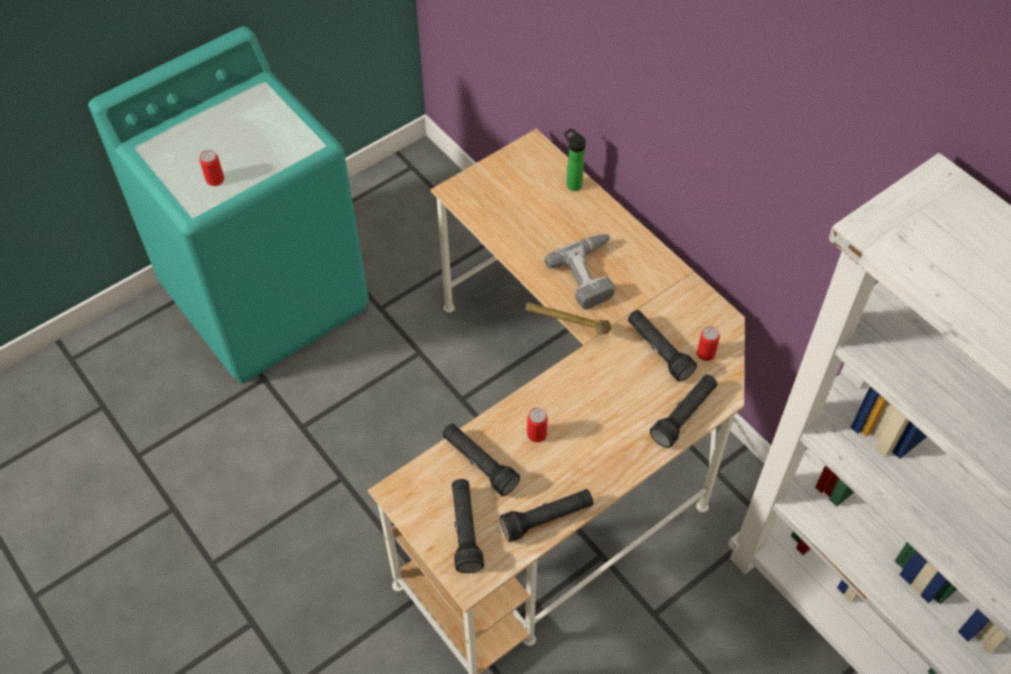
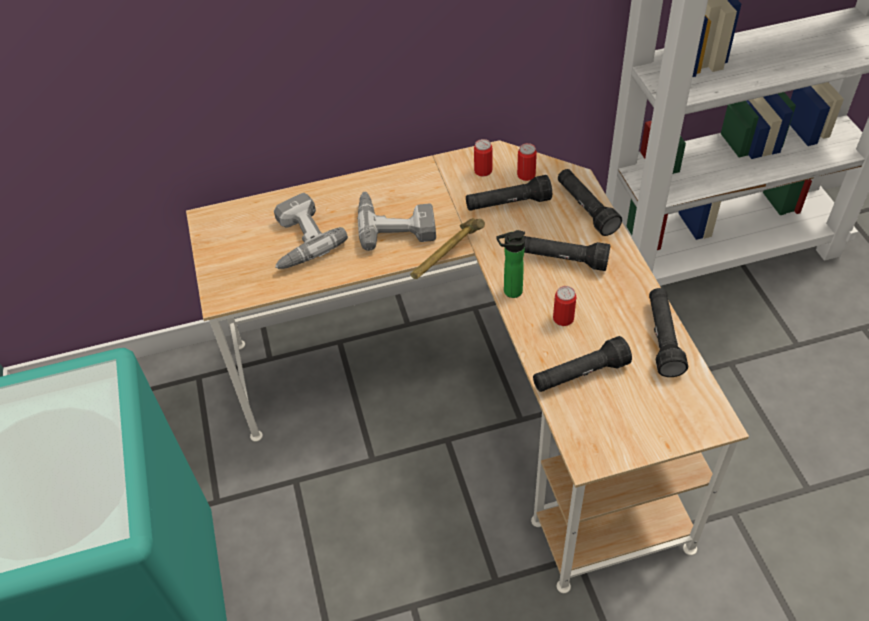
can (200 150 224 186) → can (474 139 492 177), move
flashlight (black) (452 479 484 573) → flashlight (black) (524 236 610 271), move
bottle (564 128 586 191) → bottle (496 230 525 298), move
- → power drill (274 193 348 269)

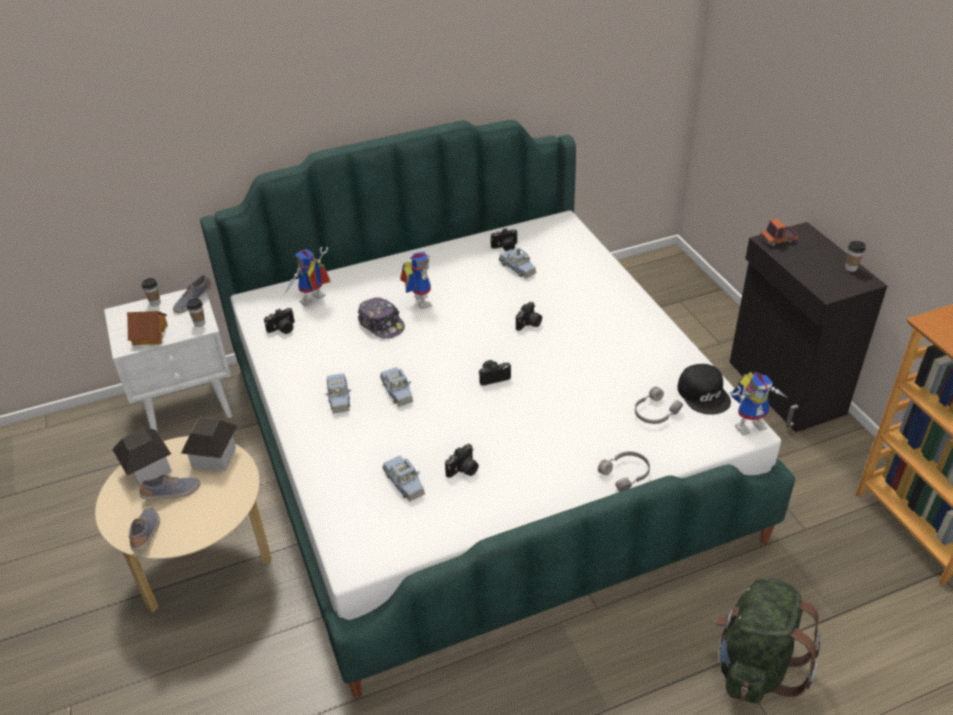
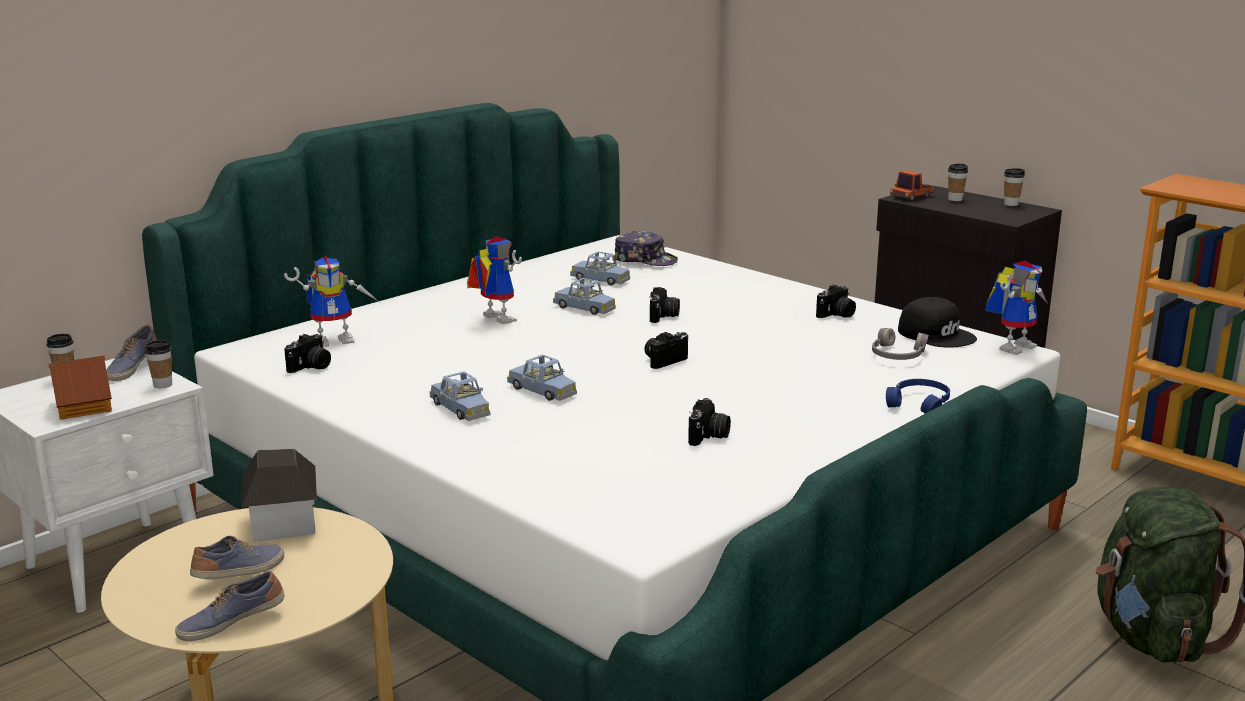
toy house (112 427 172 486) → -
shoe (129 508 160 551) → shoe (175 571 285 641), 90 degrees counterclockwise
toy robot (285 247 330 307) → toy robot (284 255 379 347), 135 degrees counterclockwise
cap (358 297 405 339) → cap (614 231 678 266), move
toy car (blue) (382 456 425 502) → toy car (blue) (553 278 616 315), move
photo camera (491 229 518 251) → photo camera (816 285 856 318), move
headphones (grey) (598 451 650 492) → headphones (blue) (886 379 950 414)
- → cup (948 164 968 201)

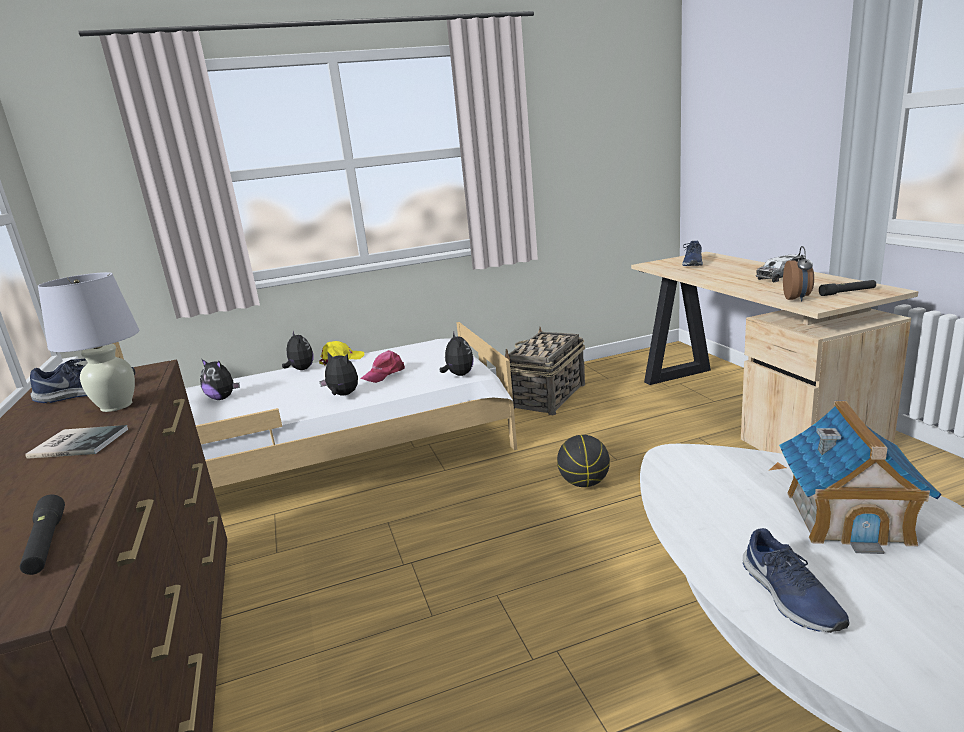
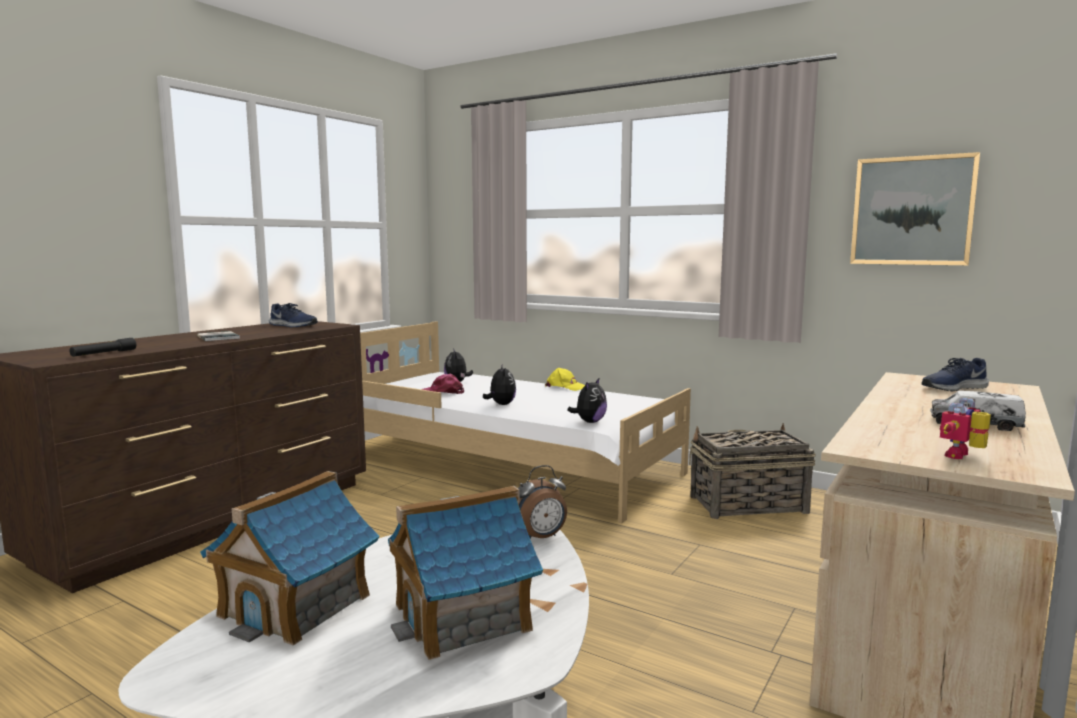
table lamp (white) (38 272 140 412) → -
plush toy (282 330 313 370) → -
cap (pink) (360 350 405 383) → cap (pink) (421 374 464 394), move
basketball (557 435 610 487) → -
shoe (blue) (743 528 850 633) → toy house (200 471 380 645)
alarm clock (783 246 814 302) → alarm clock (518 465 567 538), move
flashlight (black) (819 280 876 296) → toy robot (940 398 991 459)
- → picture (850 152 980 265)

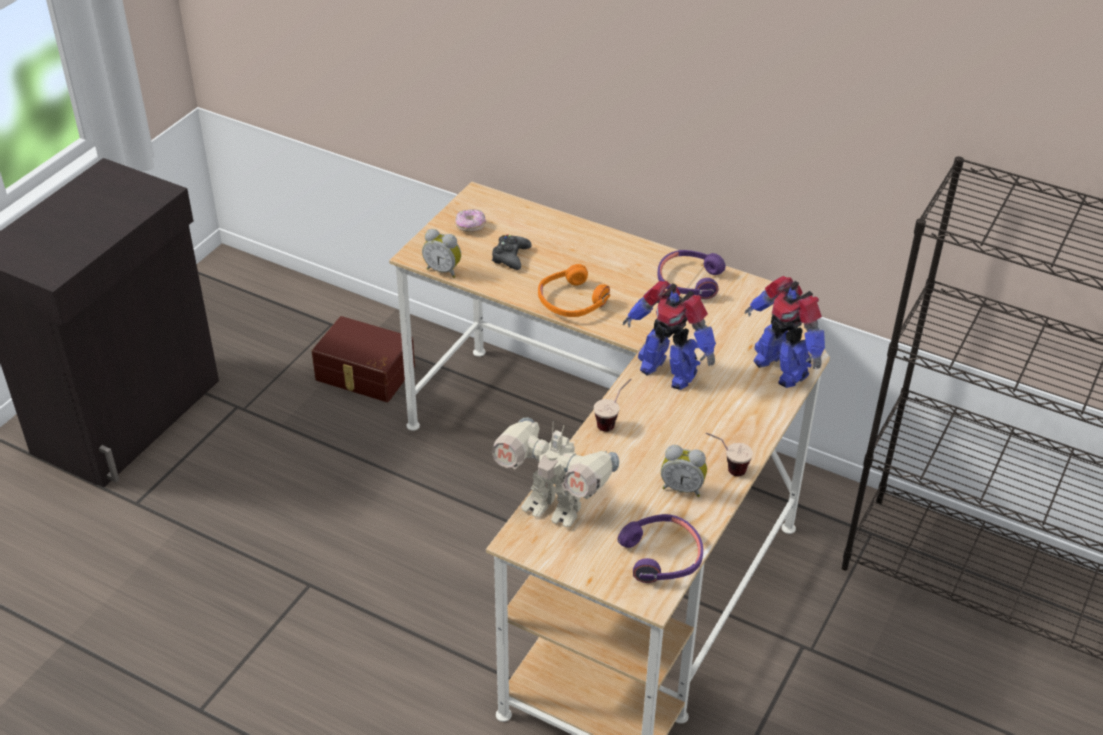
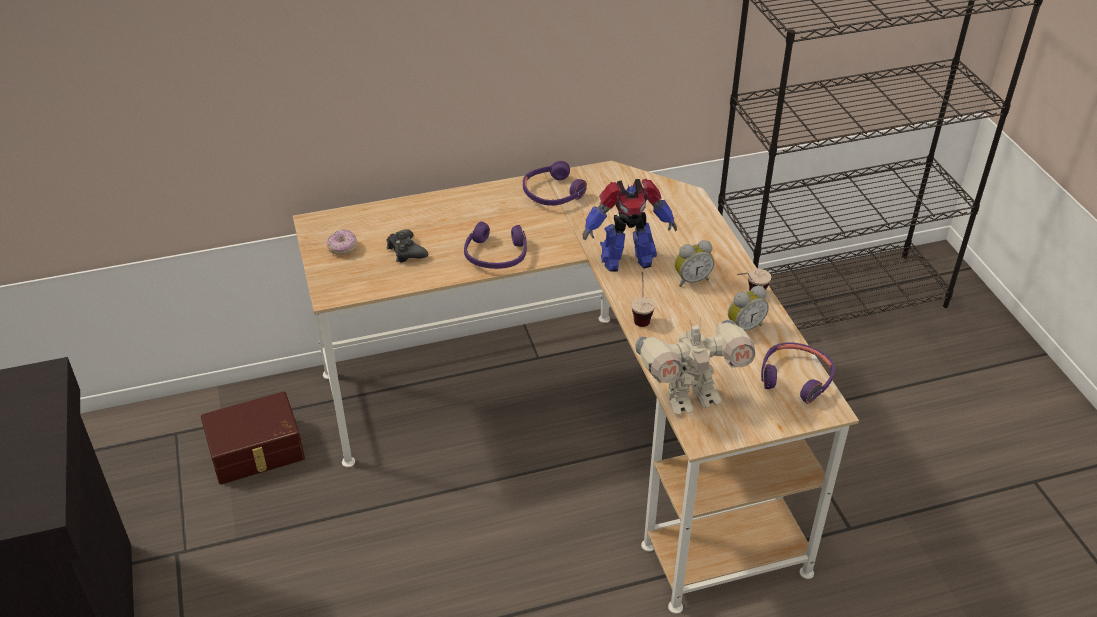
alarm clock (422 229 461 278) → alarm clock (675 240 714 287), move
headphones (orange) (538 264 610 317) → headphones (purple) (464 222 527 269)
toy robot (745 276 825 388) → -

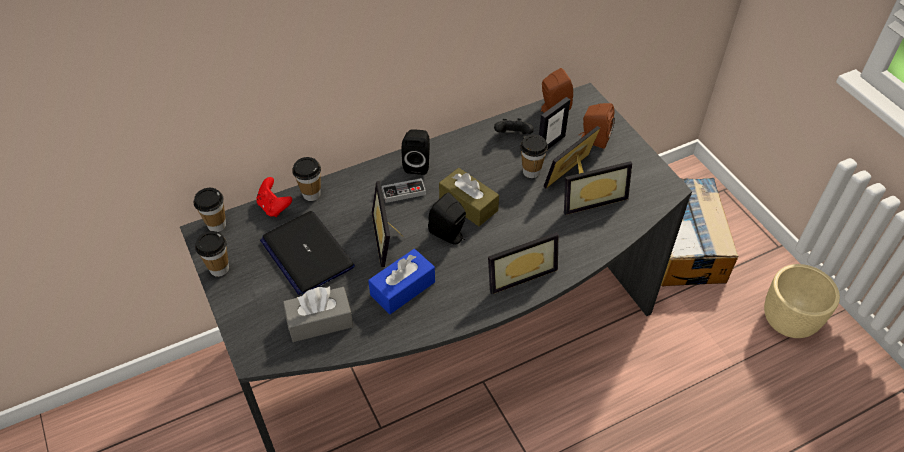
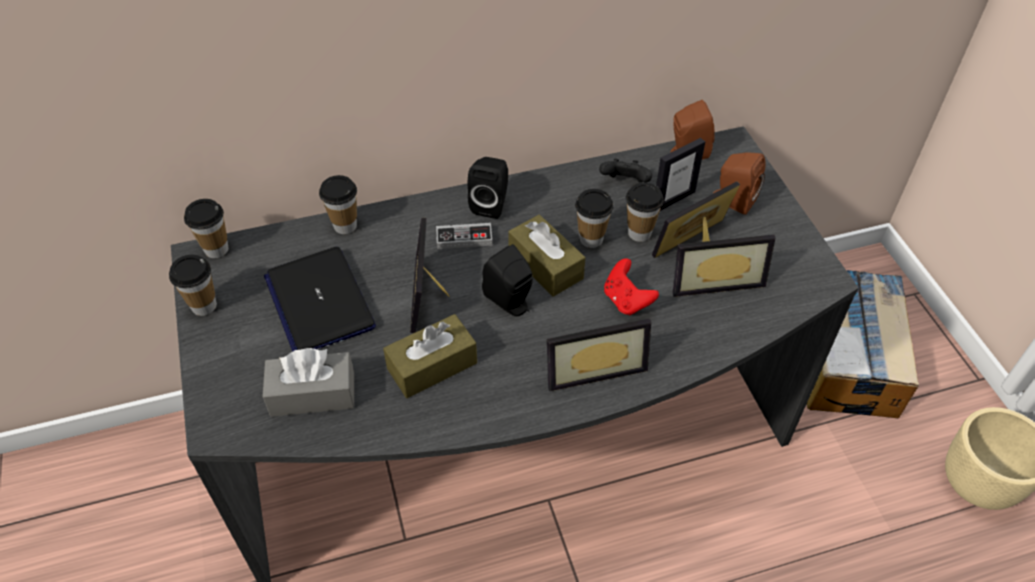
game controller (red) (256 177 292 217) → game controller (red) (604 258 659 316), move
tissue box (blue) (368 249 435 314) → tissue box (brown) (383 314 477 398)
- → cup (575 189 613 248)

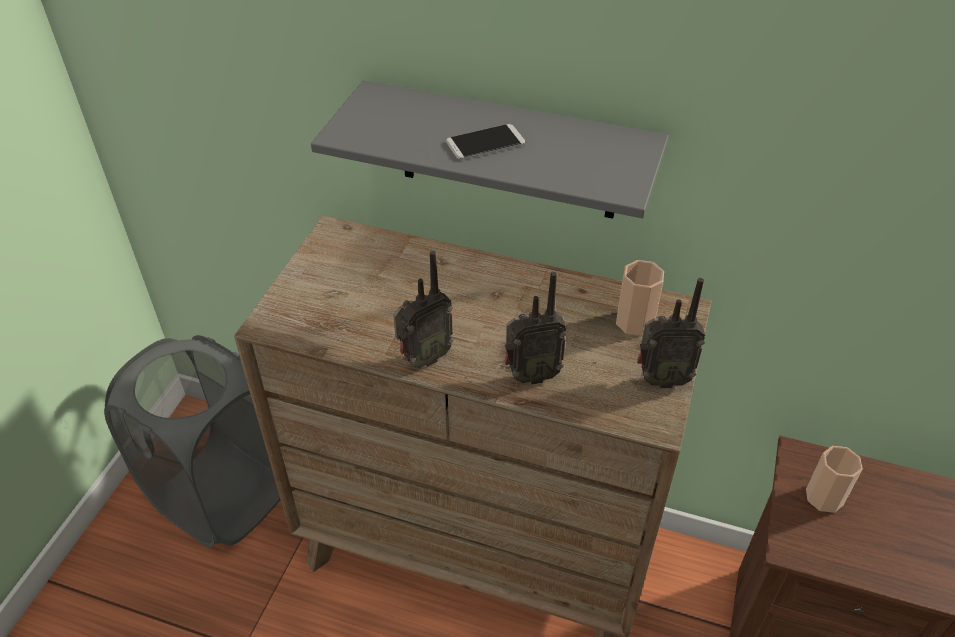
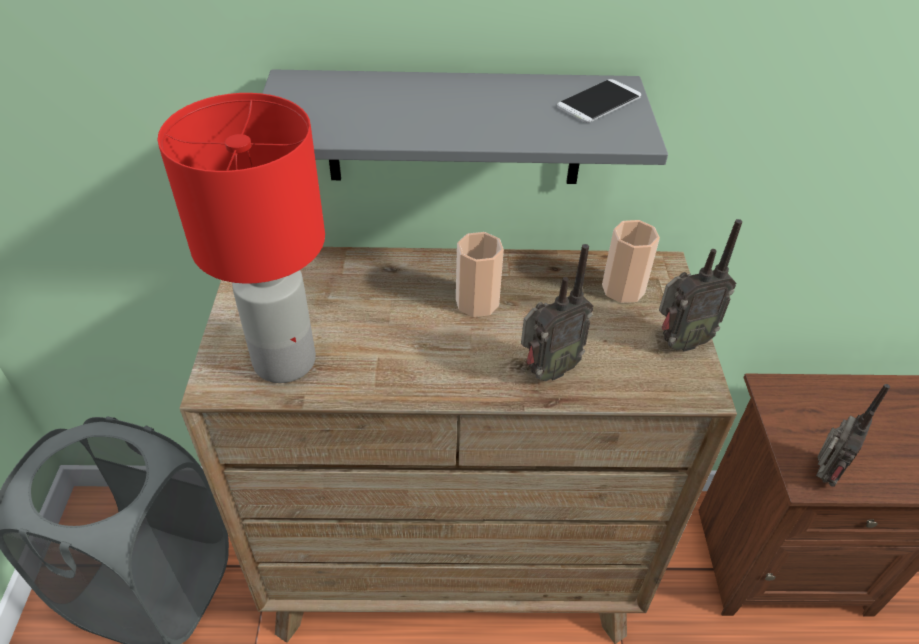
radio (393 251 453 368) → radio (816 384 890 487), move
phone (446 124 525 160) → phone (557 79 641 123), move
cup (806 446 863 513) → cup (456 232 504 317), move
- → table lamp (red) (157 93 325 383)

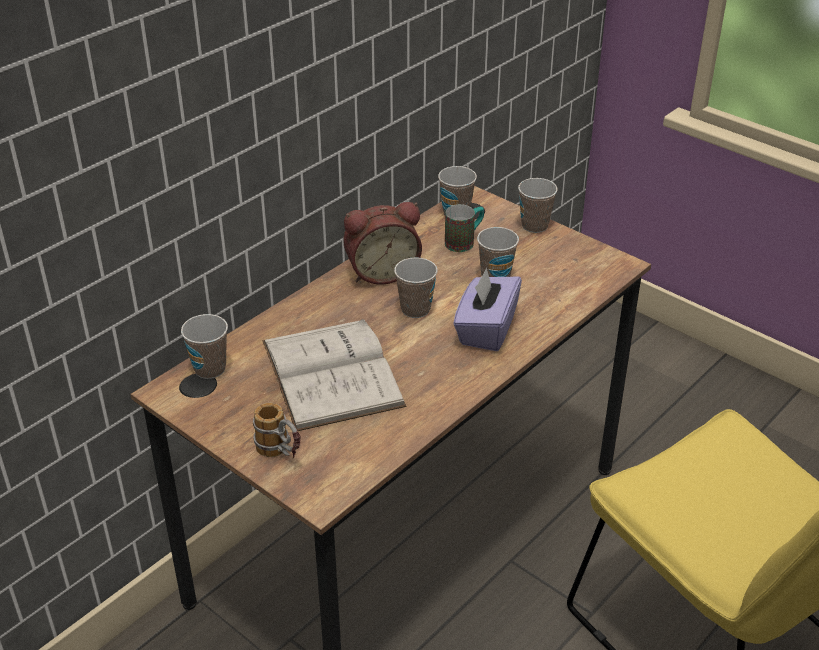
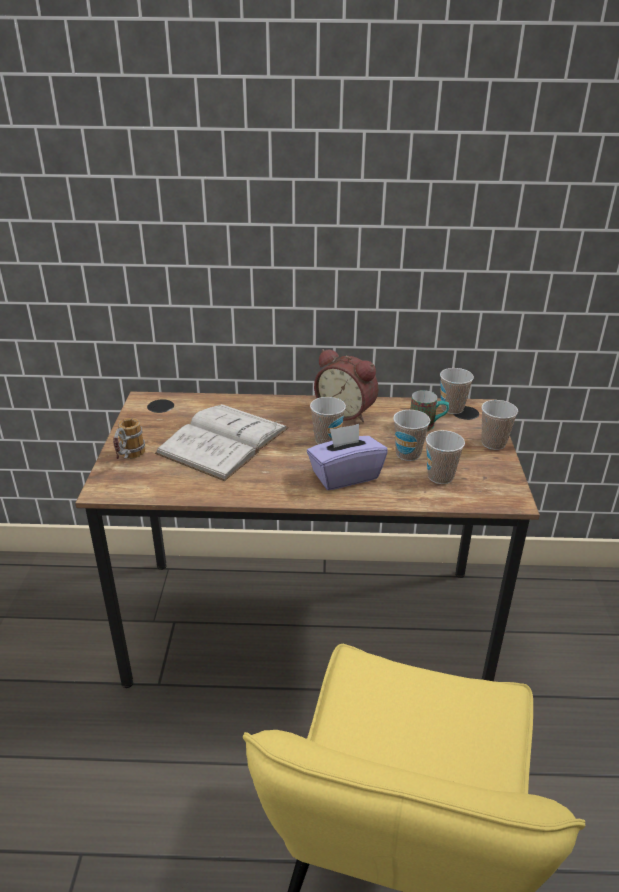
cup (181 314 228 379) → cup (426 430 465 484), move

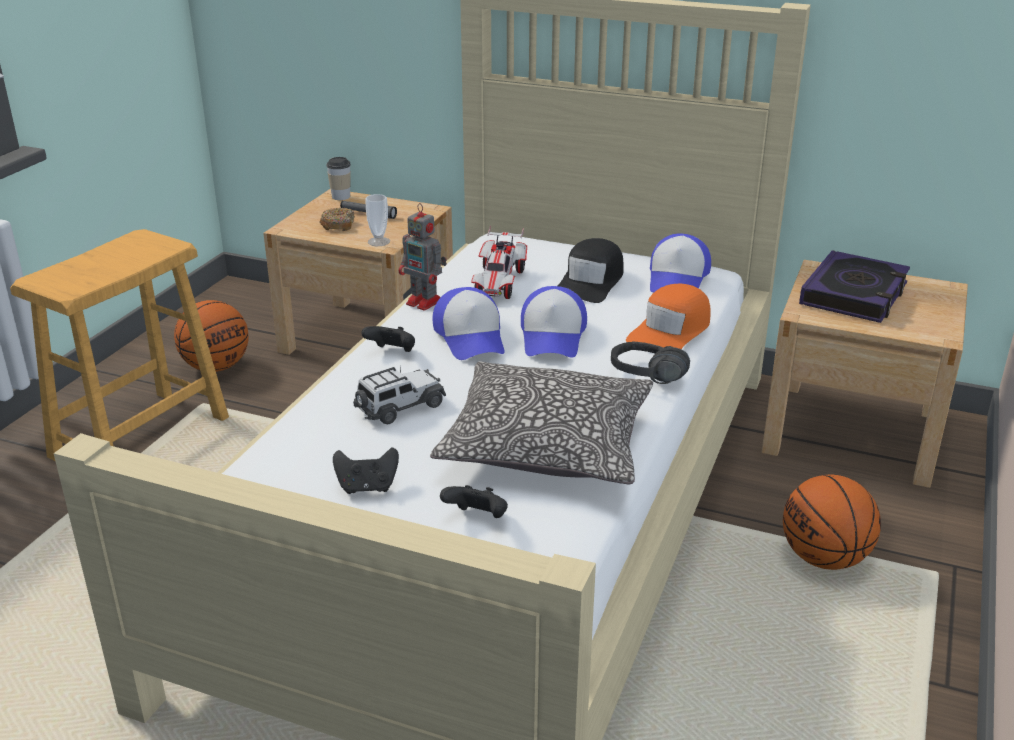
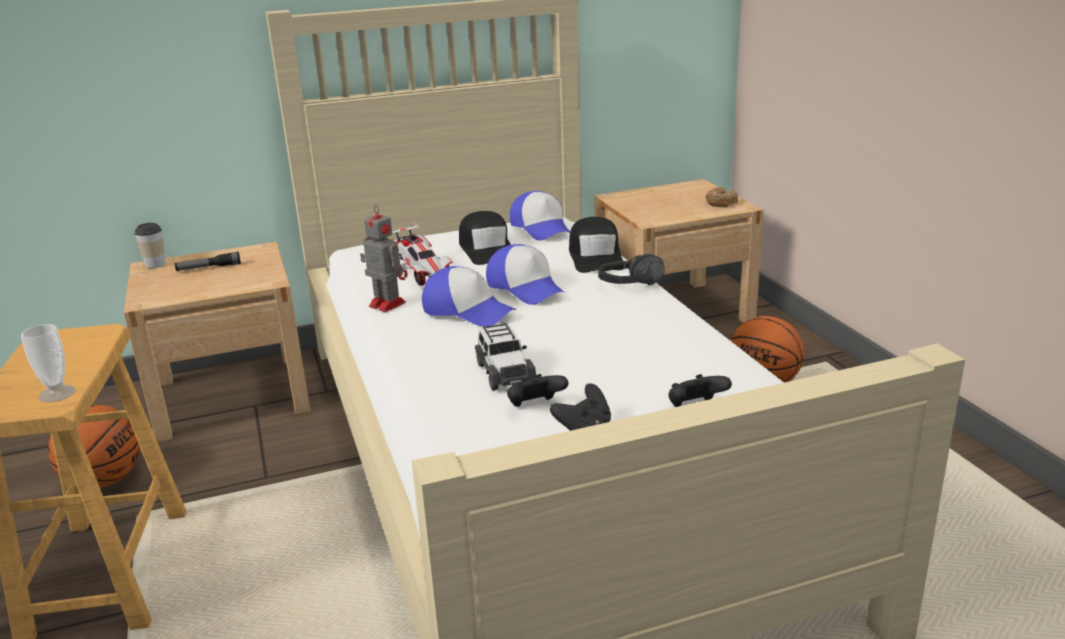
donut (320 208 355 231) → donut (705 187 738 207), move
toy car (353 366 446 424) → toy car (475 322 536 390), 150 degrees clockwise
game controller (black) (361 326 415 352) → game controller (black) (507 374 568 407), move
cup (365 194 390 246) → cup (21 324 76 402), move
toy robot (399 203 447 311) → toy robot (360 205 408 312), 135 degrees counterclockwise
pillow (430 361 653 484) → -
cap (orange) (626 284 711 349) → cap (black) (569 217 625 273)
book (799 250 910 323) → -

